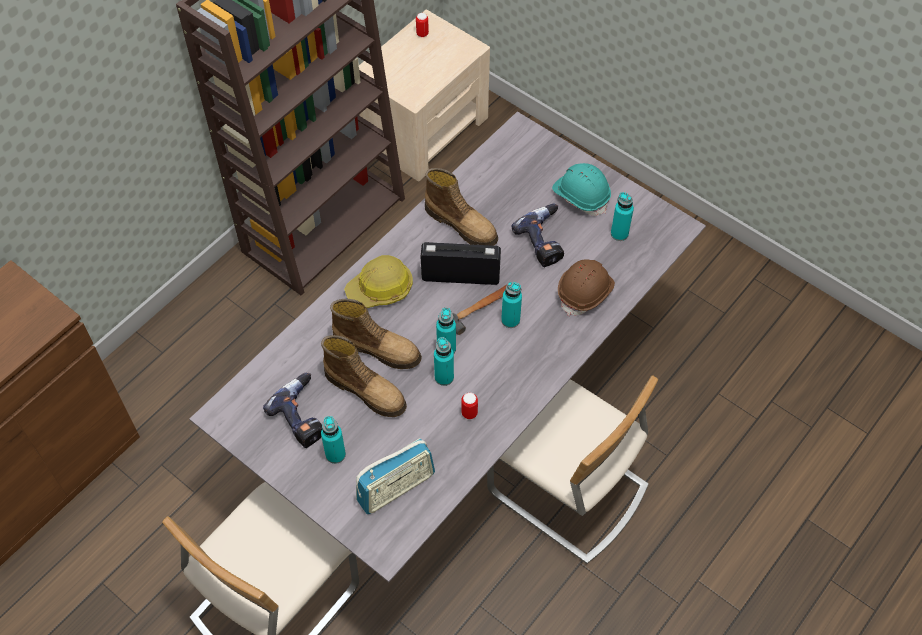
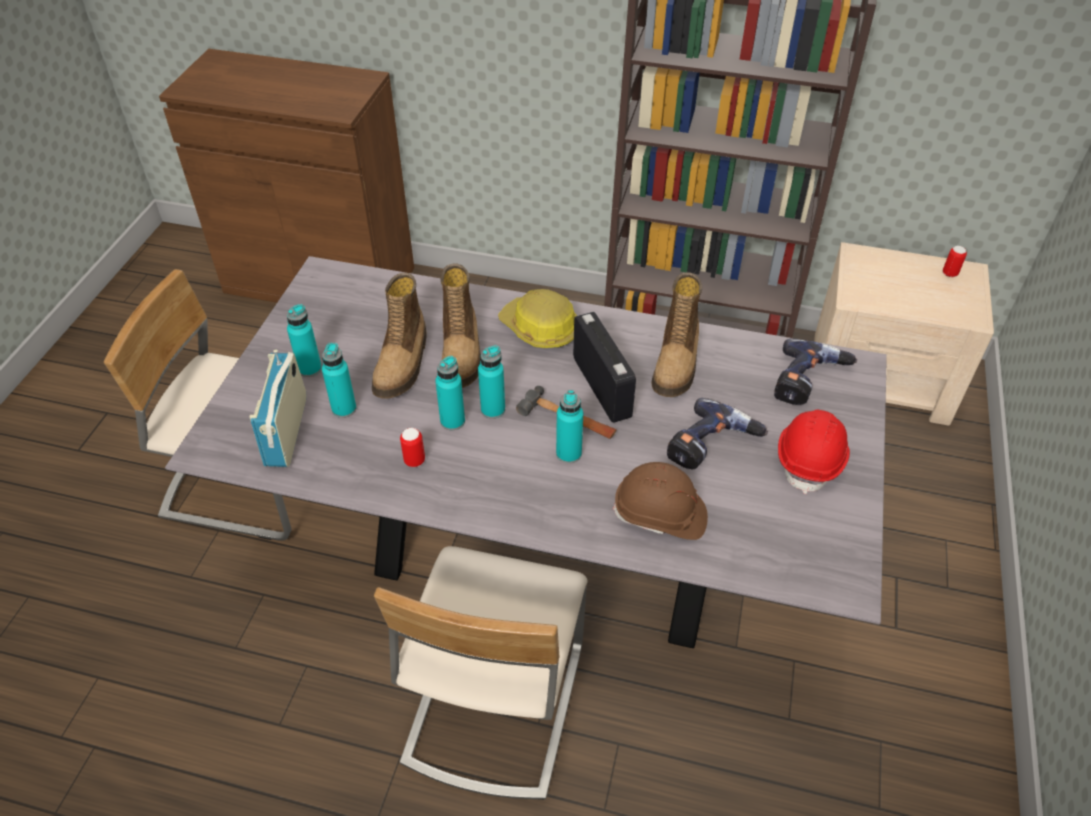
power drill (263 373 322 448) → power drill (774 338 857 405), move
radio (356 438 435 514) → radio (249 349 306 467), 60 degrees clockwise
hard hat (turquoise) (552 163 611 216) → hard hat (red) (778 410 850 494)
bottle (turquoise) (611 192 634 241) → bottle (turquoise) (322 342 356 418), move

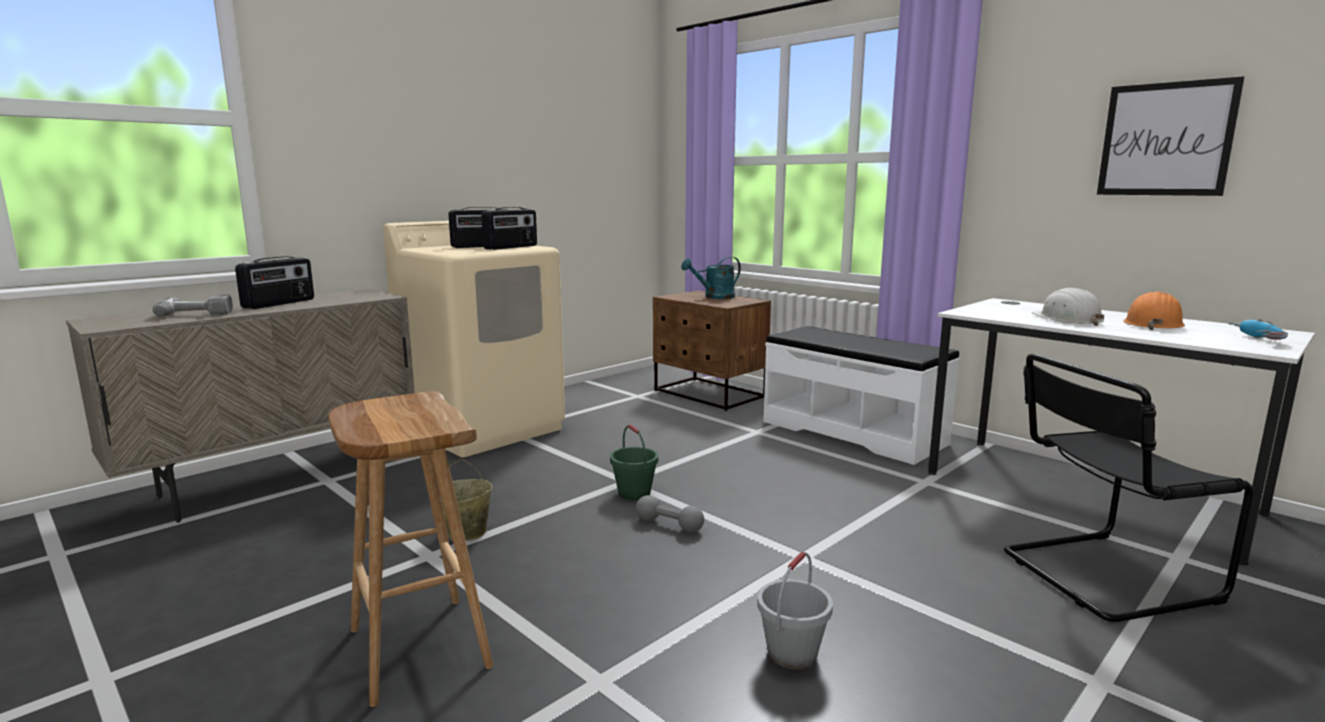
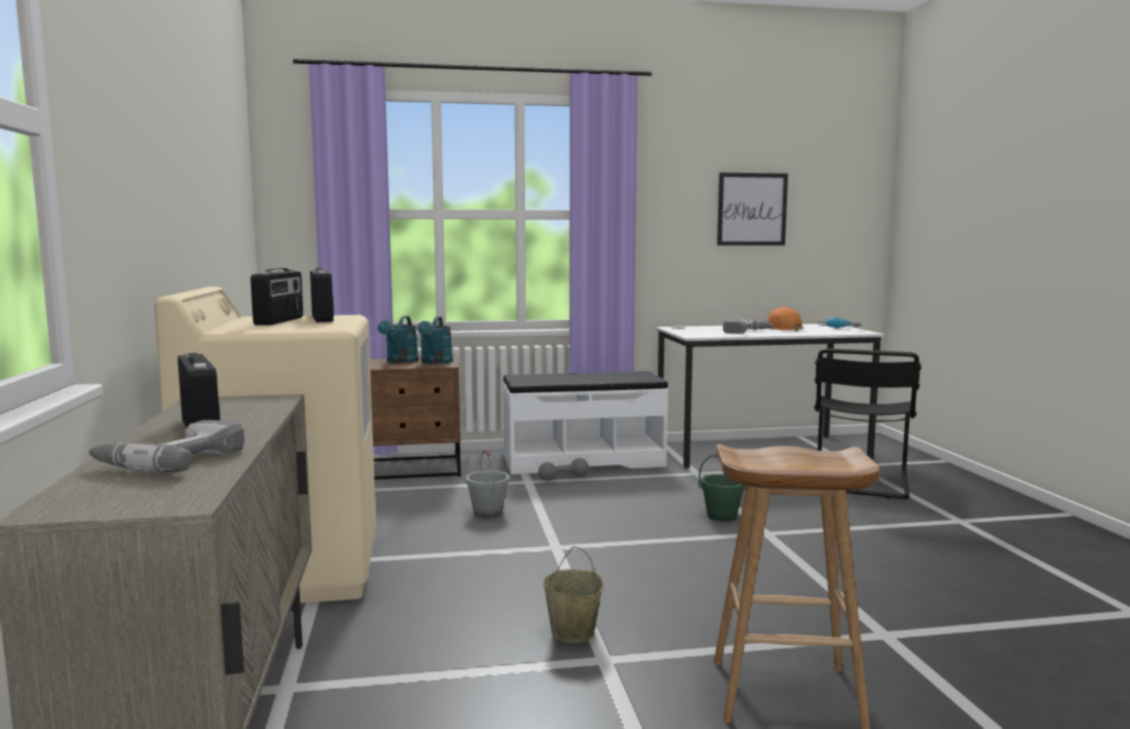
bucket (green) (610 424 658 500) → bucket (green) (699 454 746 521), move
dumbbell (grey) (636 495 704 533) → dumbbell (grey) (538 458 589 481), move
bucket (grey) (757 552 833 670) → bucket (grey) (466 449 509 517), move
hard hat (white) (1032 288 1104 326) → power drill (723 319 774 334)
- → watering can (turquoise) (417 316 453 364)

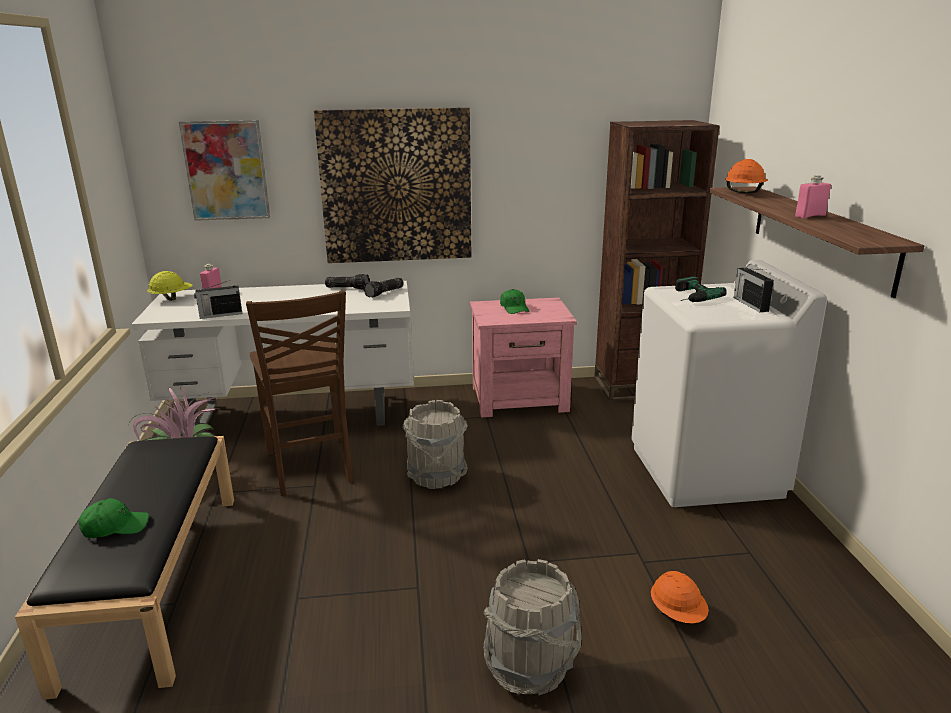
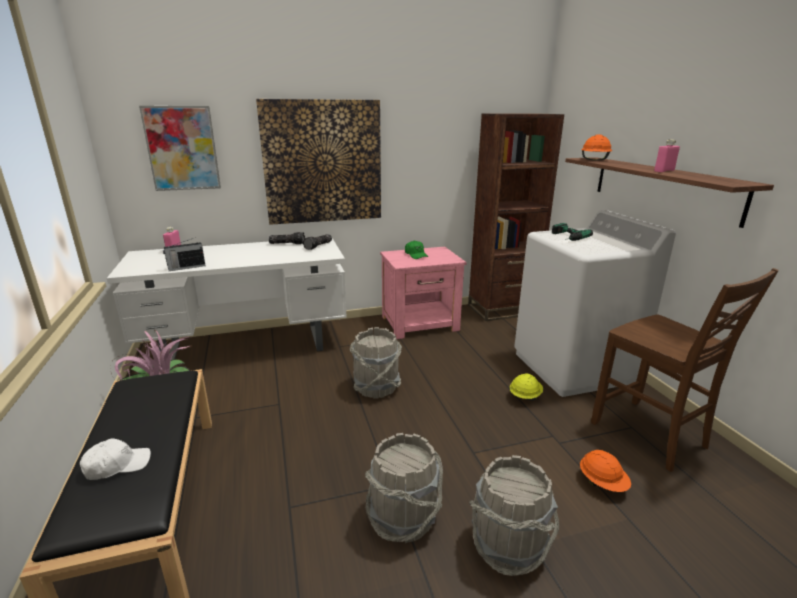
cap (green) (79 498 149 538) → cap (white) (80 438 151 480)
hard hat (yellow) (147 271 192 301) → hard hat (yellow) (510 373 543 401), move
chair (brown) (246 290 353 496) → chair (brown) (591 268 779 472), move
radio (734 268 774 312) → -
- → bucket (grey) (365 433 443 543)

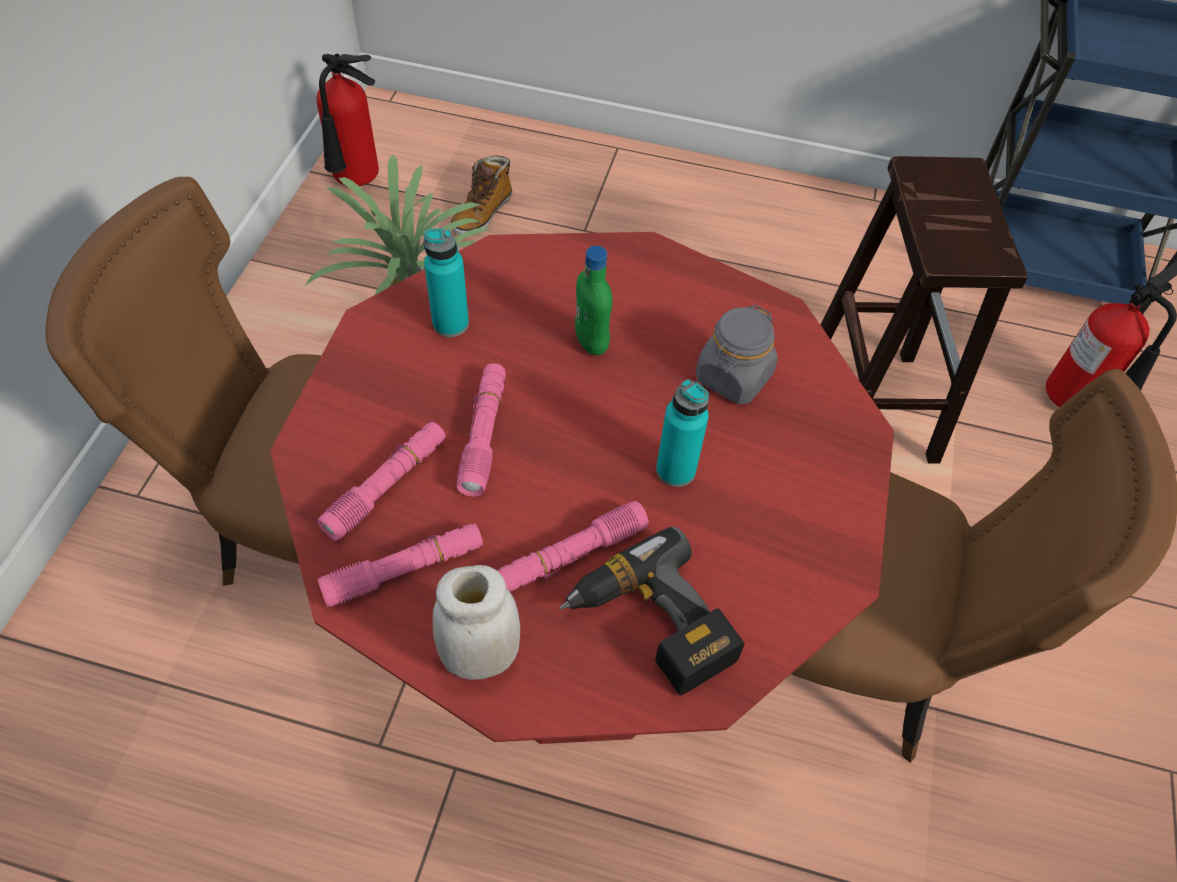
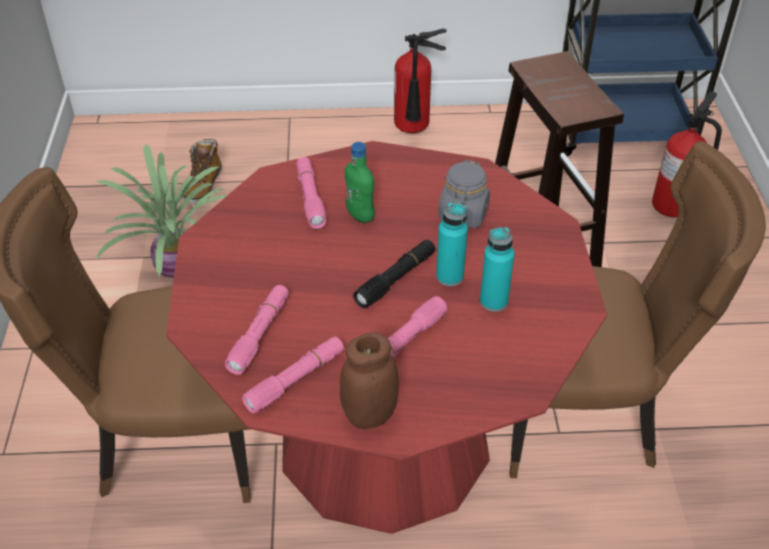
fire extinguisher (316 54 379 186) → fire extinguisher (394 29 447 133), move
bottle (turquoise) (423 228 469 337) → bottle (turquoise) (480 227 515 312), move
jar (white) (433 565 520 680) → jar (brown) (340 332 399 429)
flashlight (pink) (457 363 506 496) → flashlight (pink) (296 157 327 229), move
power drill (559 527 745 696) → -
- → flashlight (black) (353 240 435 308)

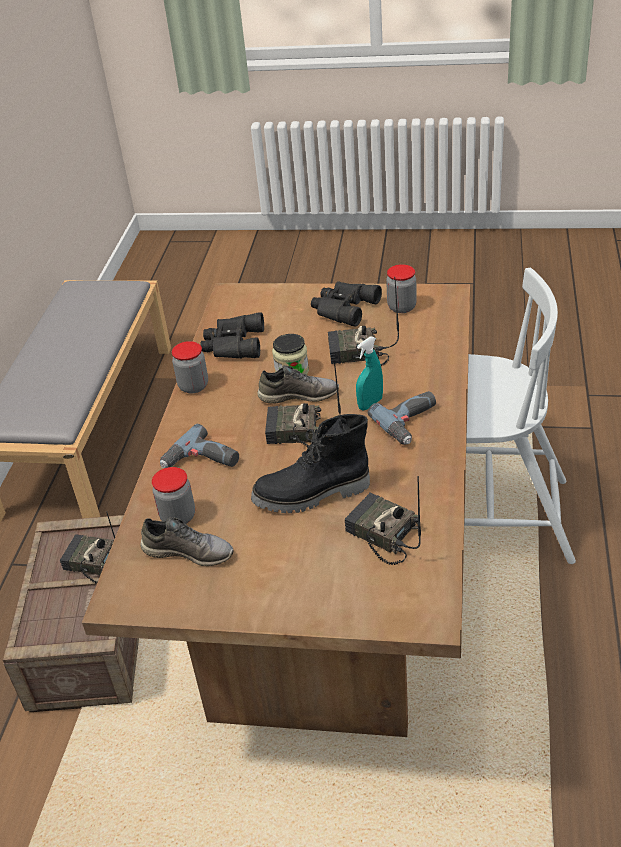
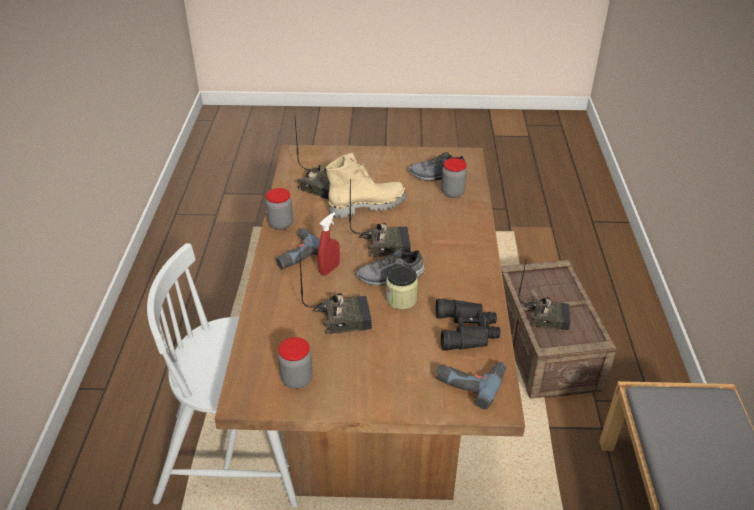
power drill (160 424 239 468) → power drill (435 362 507 409), move
jar (172 341 208 393) → jar (266 188 293 230), move
boot (black) (251 414 370 513) → boot (beige) (326 153 407 218)
binoculars (black) (311 281 382 326) → -
spray bottle (turquoise) (356 336 383 411) → spray bottle (red) (318 212 340 276)

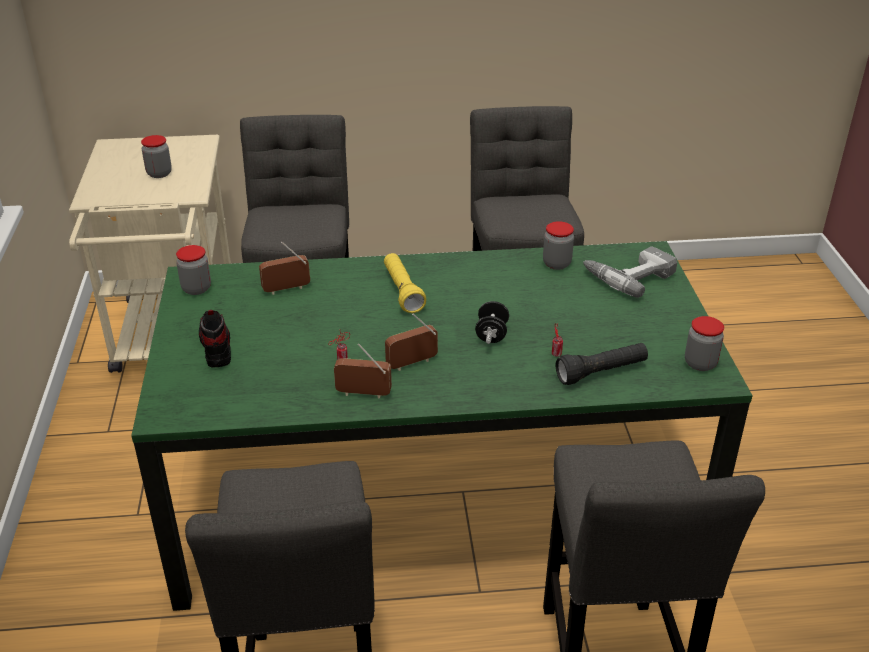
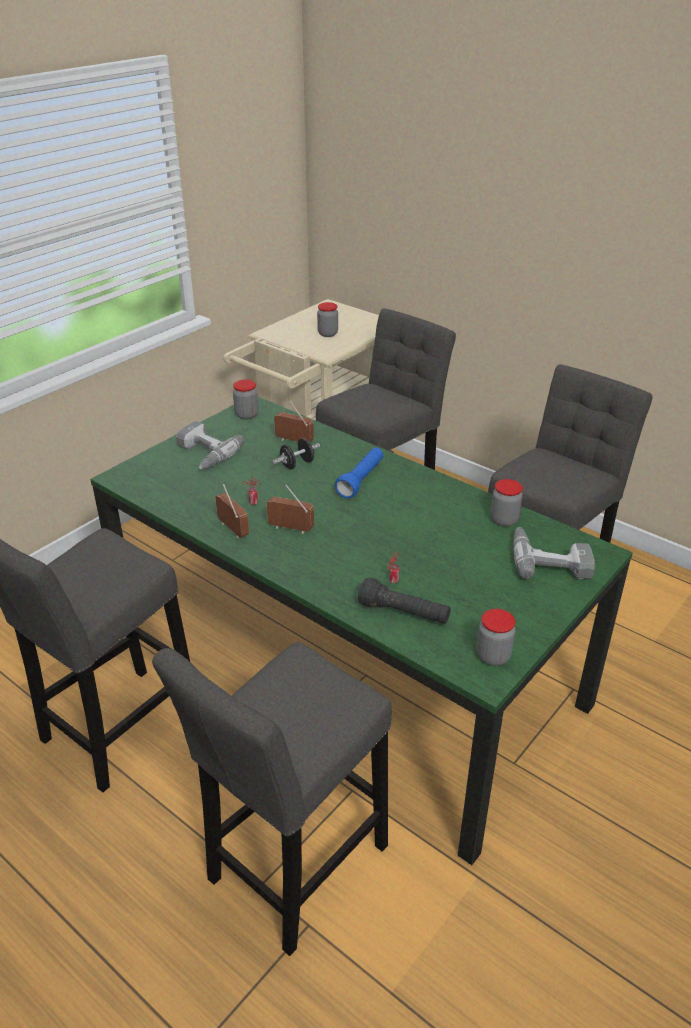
shoe (199 310 231 368) → power drill (176 421 245 469)
flashlight (yellow) (384 253 426 313) → flashlight (blue) (335 447 384 498)
dumbbell (black) (475 301 509 344) → dumbbell (black) (272 438 320 469), move

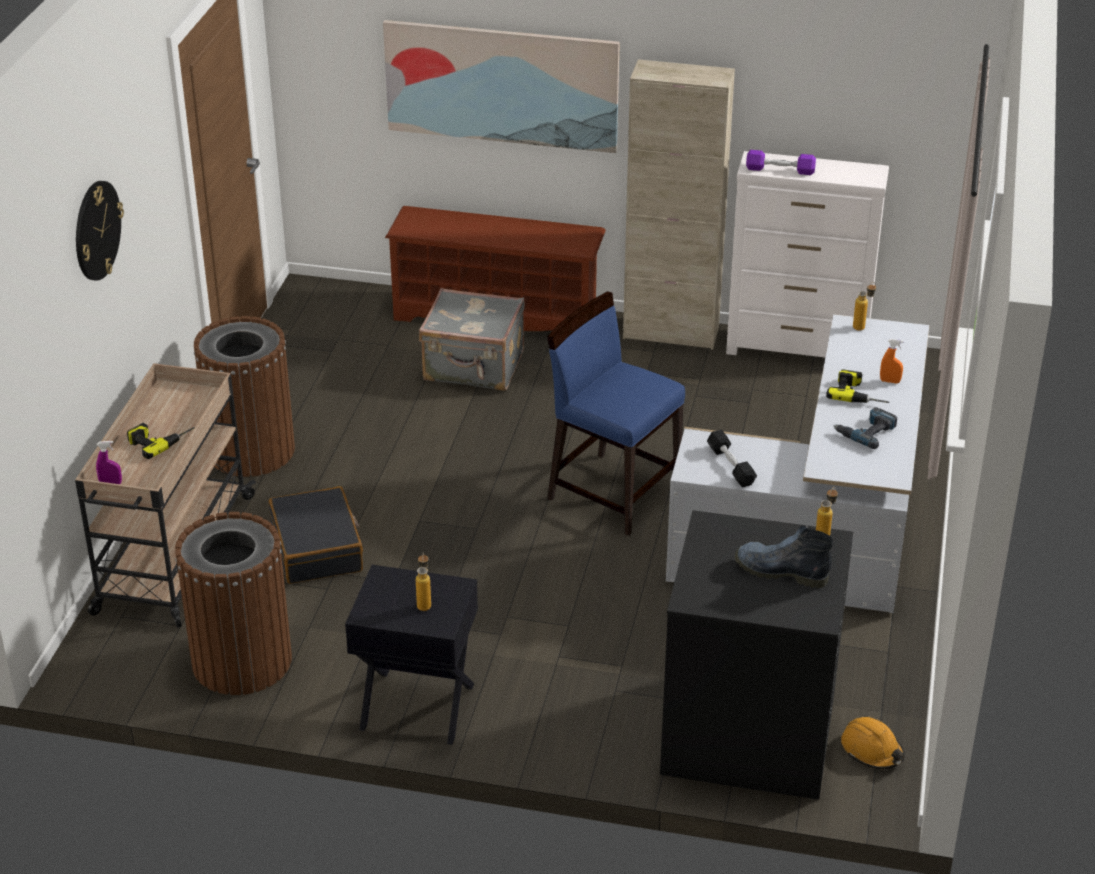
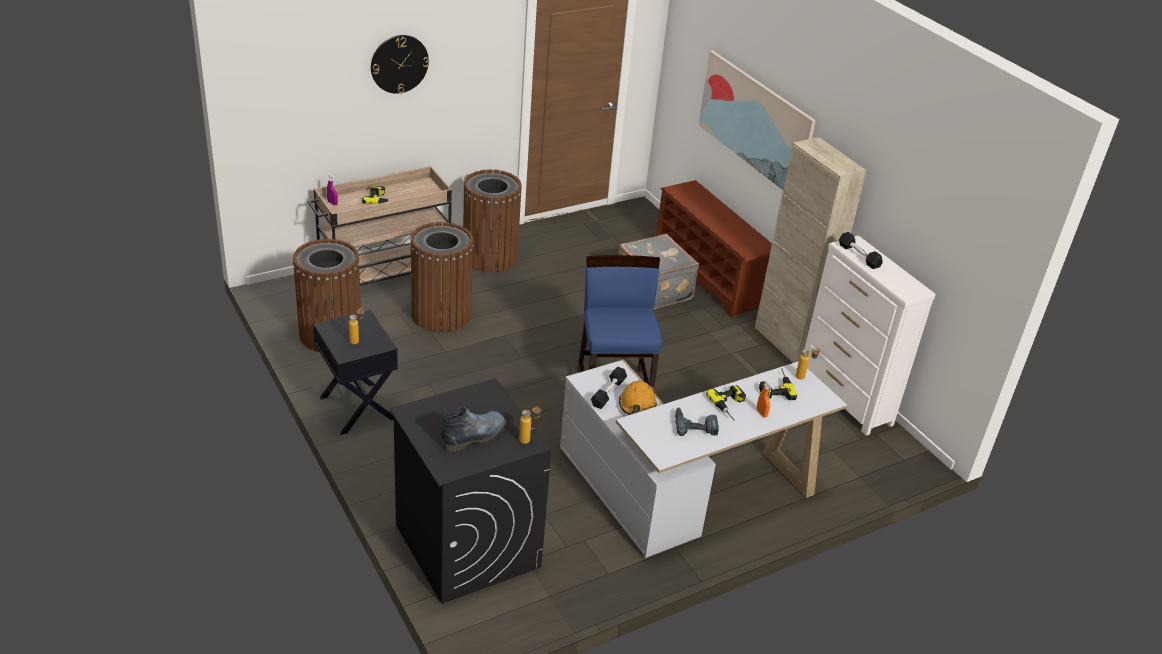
suitcase (black) (269 486 363 584) → trash can (brown) (410 222 474 332)
boot (735 526 833 588) → boot (442 406 506 452), 75 degrees clockwise
dumbbell (purple) (746 150 816 175) → dumbbell (black) (839 232 883 269)
hard hat (orange) (841 716 905 769) → hard hat (orange) (619 380 657 415), move
- → power drill (759 369 797 400)

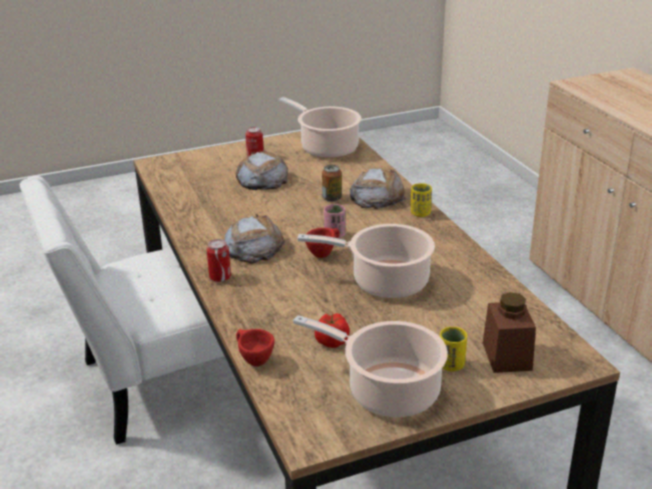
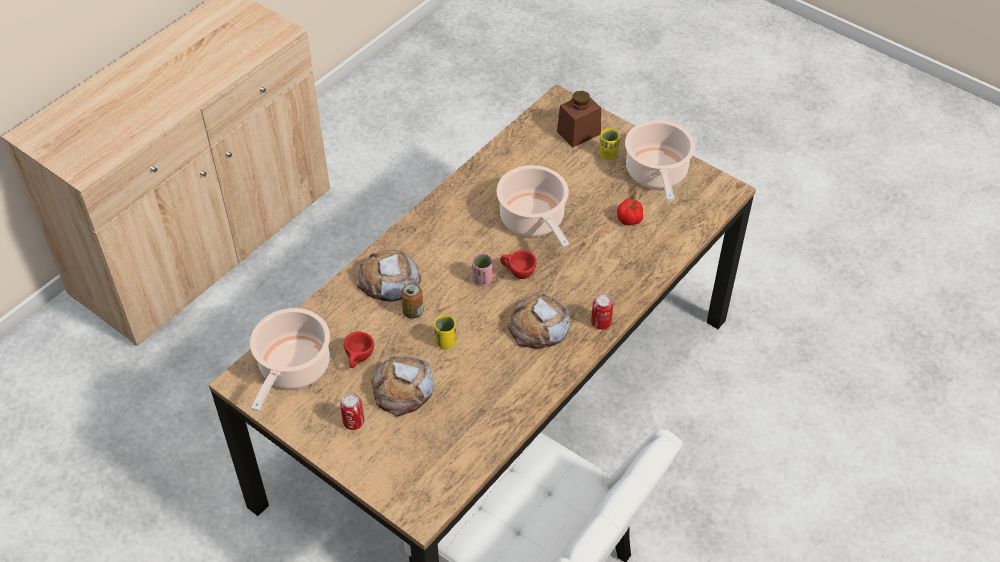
cup (red) (236 329 275 367) → cup (red) (344 331 374 368), move
cup (yellow) (411 183 432 217) → cup (yellow) (434 315 457 349), move

